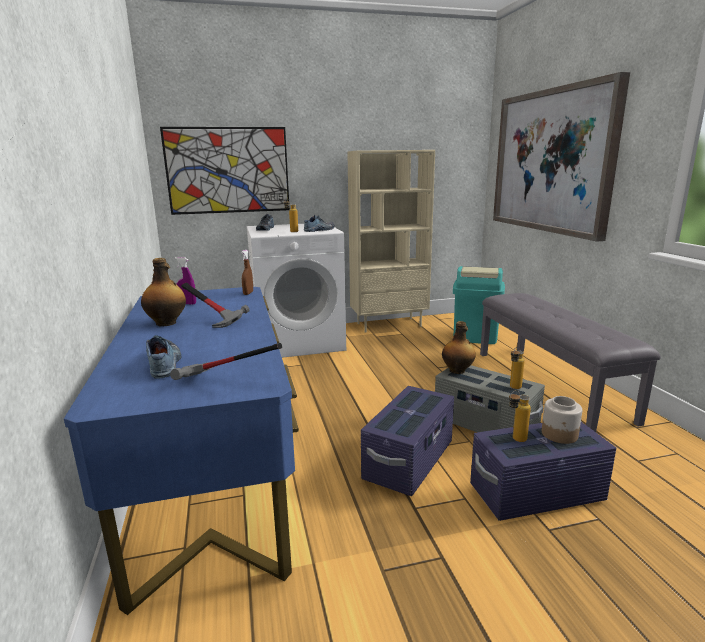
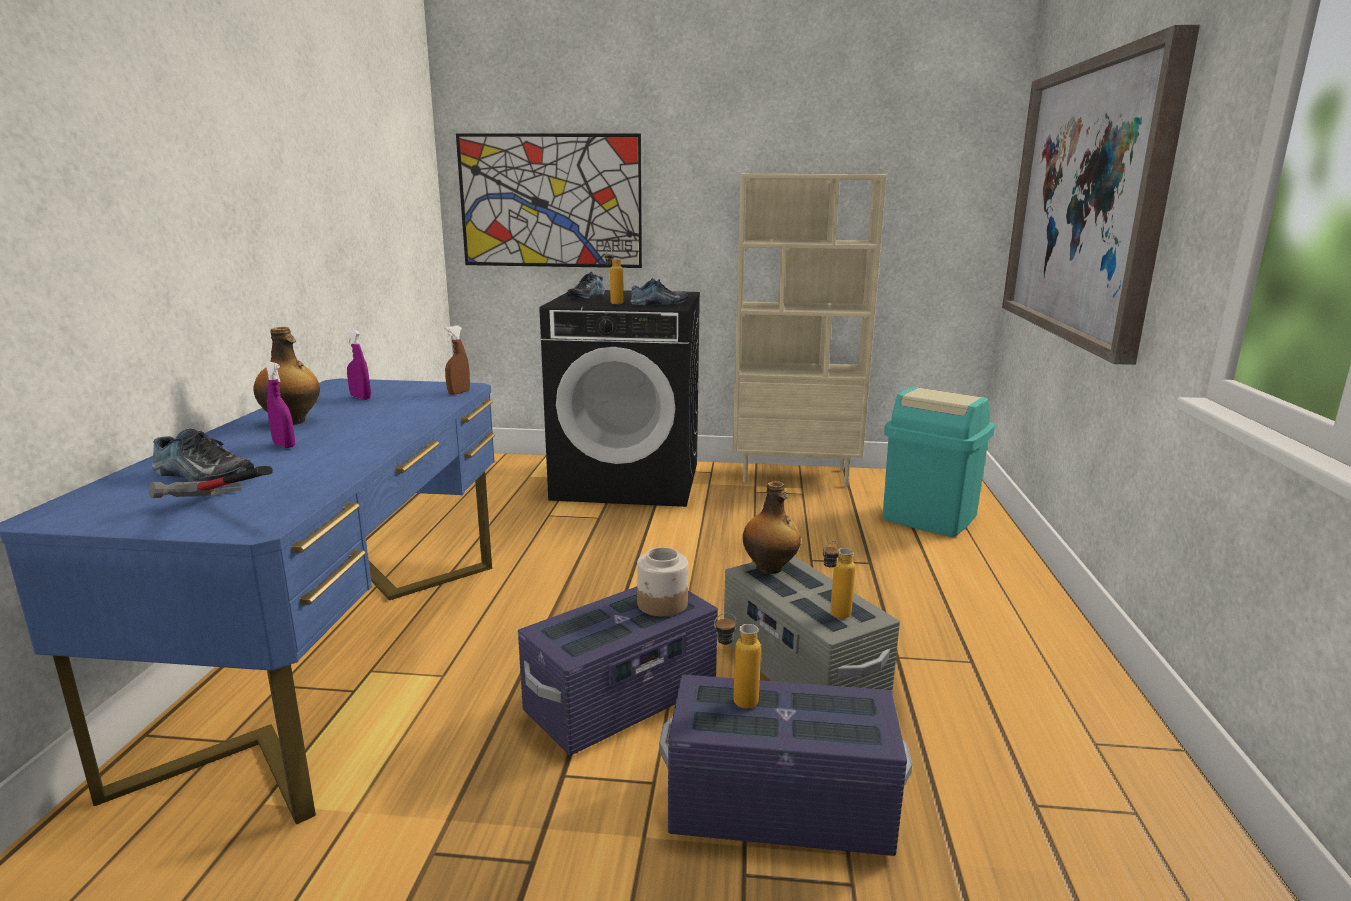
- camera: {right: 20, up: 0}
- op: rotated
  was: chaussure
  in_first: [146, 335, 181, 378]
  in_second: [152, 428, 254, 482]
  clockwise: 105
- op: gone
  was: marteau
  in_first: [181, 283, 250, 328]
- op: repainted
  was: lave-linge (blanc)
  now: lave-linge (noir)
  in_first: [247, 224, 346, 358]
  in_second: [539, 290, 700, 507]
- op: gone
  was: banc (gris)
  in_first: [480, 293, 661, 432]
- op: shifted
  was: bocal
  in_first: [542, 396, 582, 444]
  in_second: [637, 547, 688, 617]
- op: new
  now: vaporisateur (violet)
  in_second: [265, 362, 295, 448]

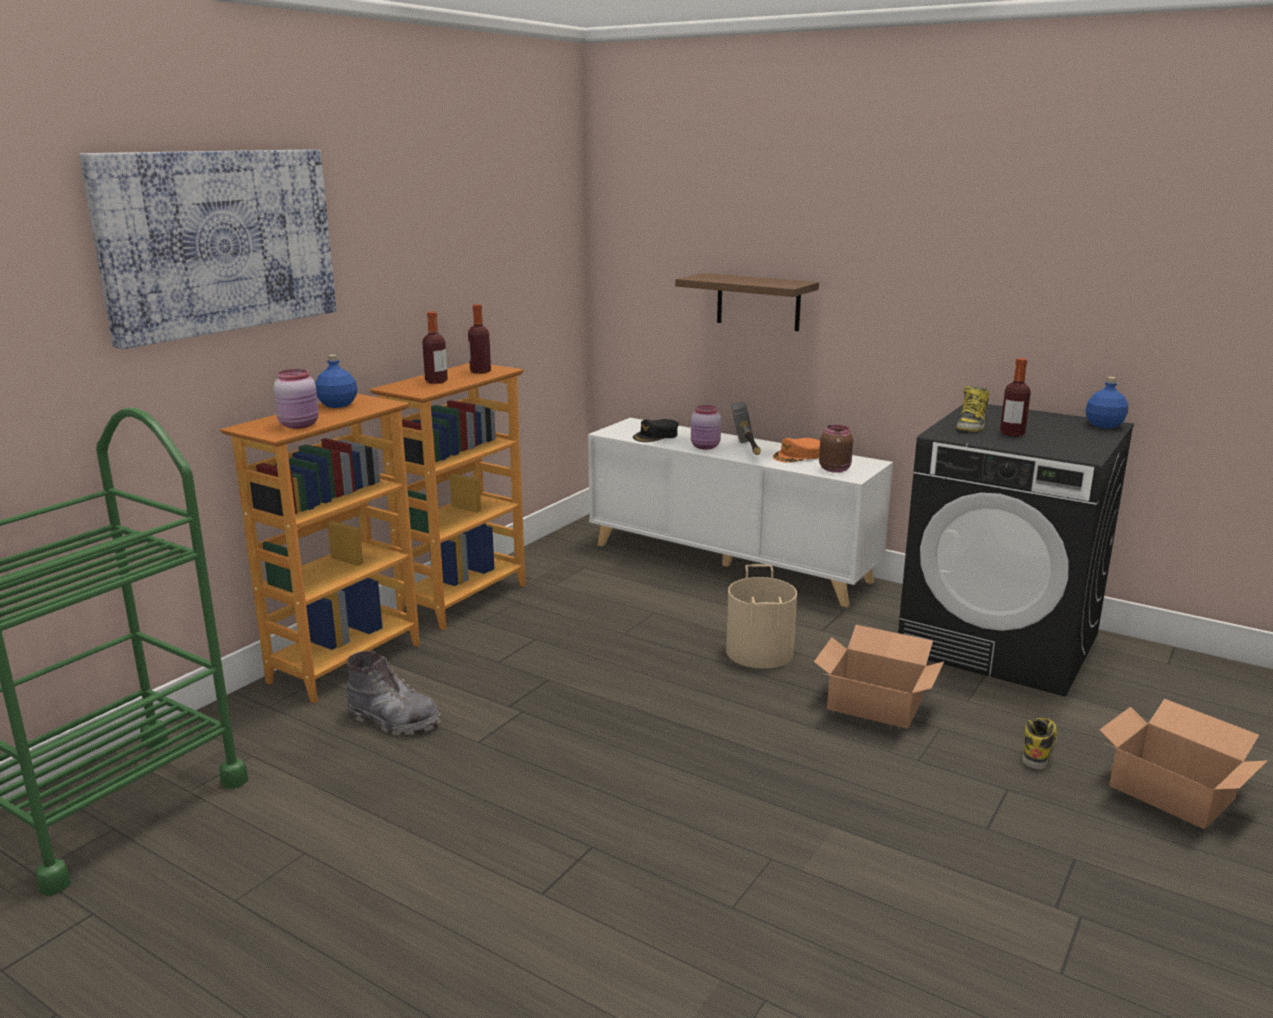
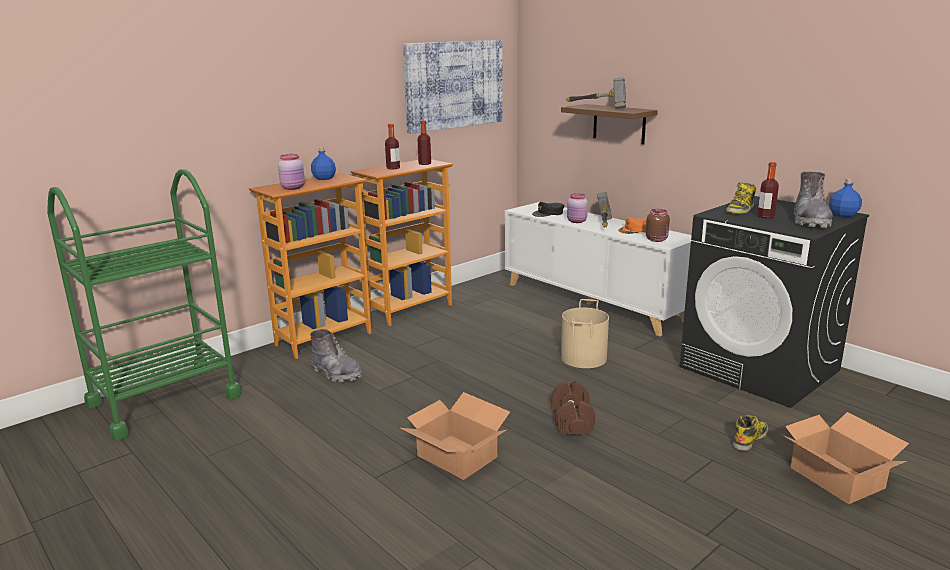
- camera: {right: 15, up: 0}
- op: shifted
  was: tableau
  in_first: [79, 150, 336, 349]
  in_second: [403, 40, 503, 134]
- op: shifted
  was: carton
  in_first: [814, 625, 944, 729]
  in_second: [401, 392, 510, 480]
- op: new
  now: haltère (marron)
  in_second: [551, 381, 595, 435]
- op: new
  now: marteau
  in_second: [566, 77, 626, 108]
- op: new
  now: botte (gris)
  in_second: [794, 172, 833, 228]

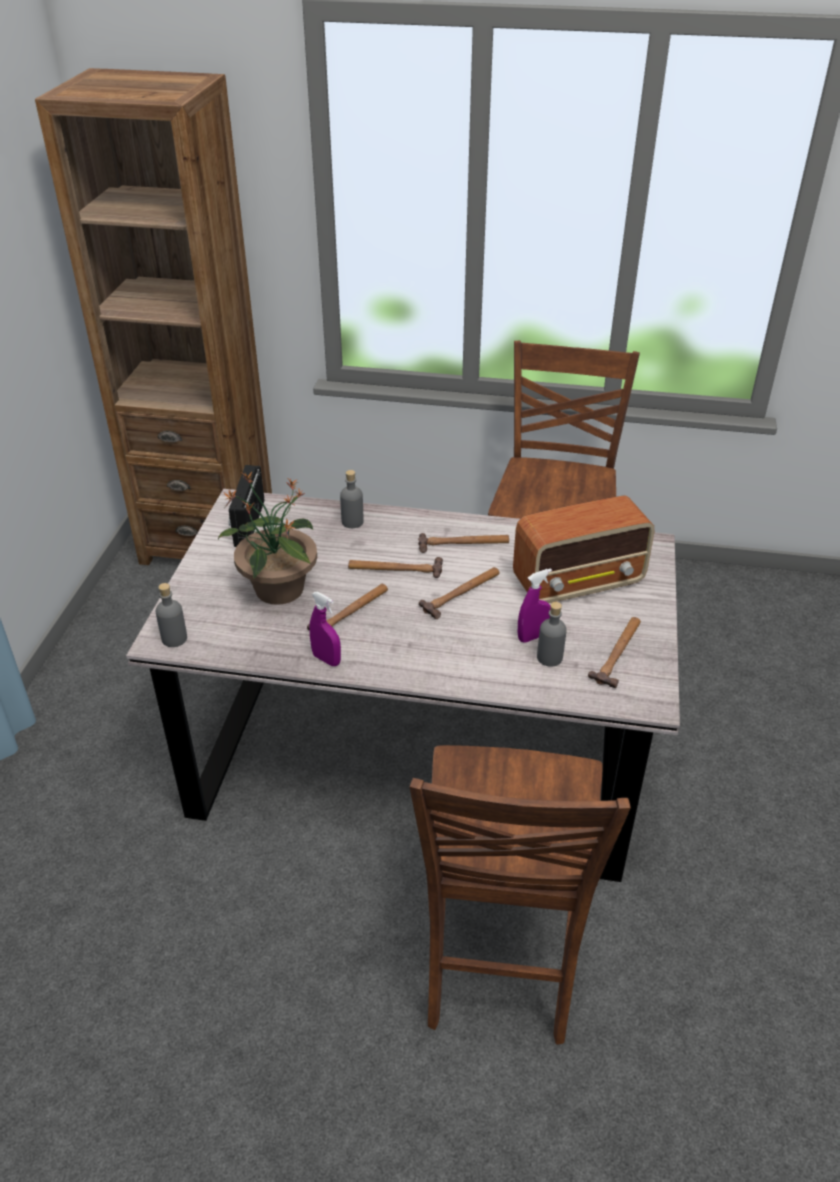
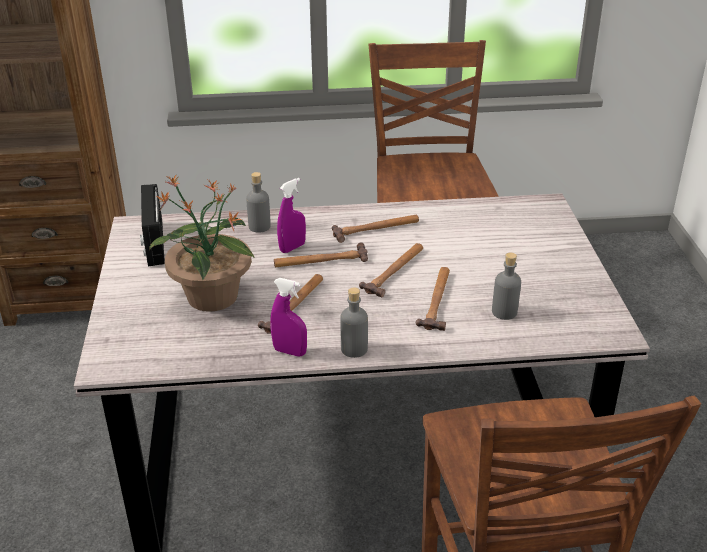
- camera: {right: -15, up: -5}
- op: shifted
  was: bouteille (gris)
  in_first: [156, 583, 187, 647]
  in_second: [340, 287, 368, 358]
- op: gone
  was: radio
  in_first: [513, 495, 654, 603]
- op: shifted
  was: vaporisateur (violet)
  in_first: [518, 568, 552, 643]
  in_second: [277, 178, 306, 253]
- op: shifted
  was: marteau
  in_first: [588, 617, 641, 688]
  in_second: [416, 267, 450, 331]

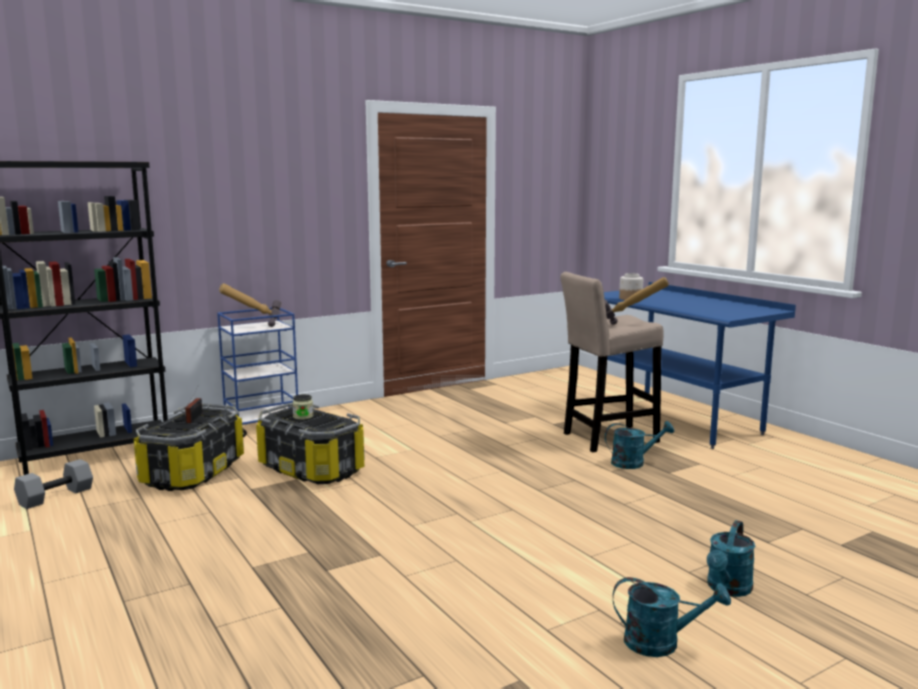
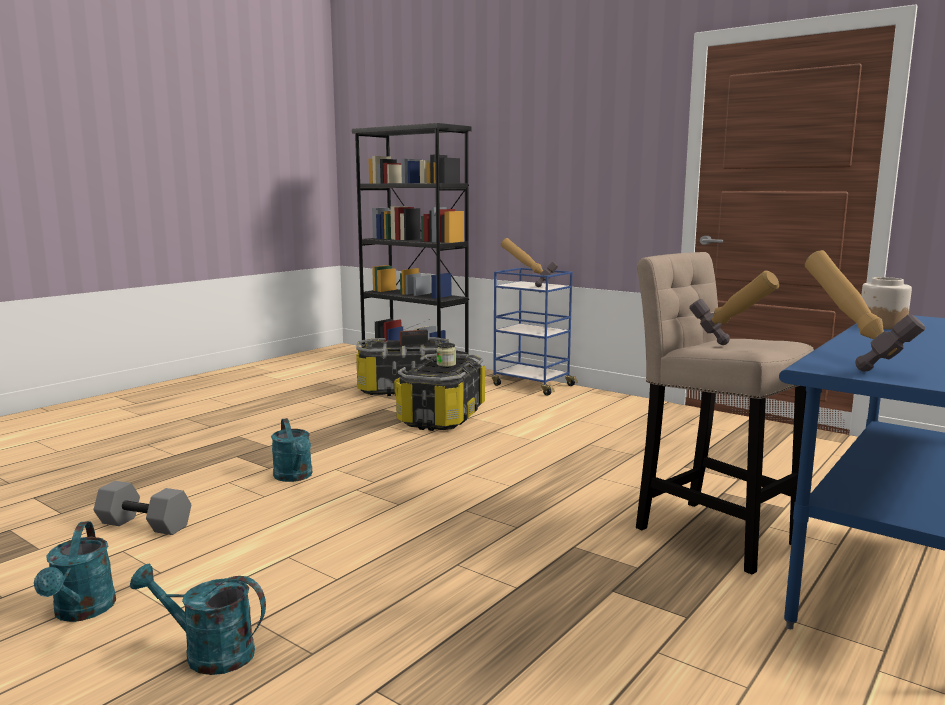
- camera: {right: 70, up: 0}
- op: shifted
  was: haltère (gris)
  in_first: [14, 459, 93, 509]
  in_second: [94, 481, 191, 535]
- op: shifted
  was: arrosoir (turquoise)
  in_first: [605, 421, 674, 469]
  in_second: [271, 418, 313, 482]
- op: new
  now: marteau
  in_second: [805, 250, 925, 372]

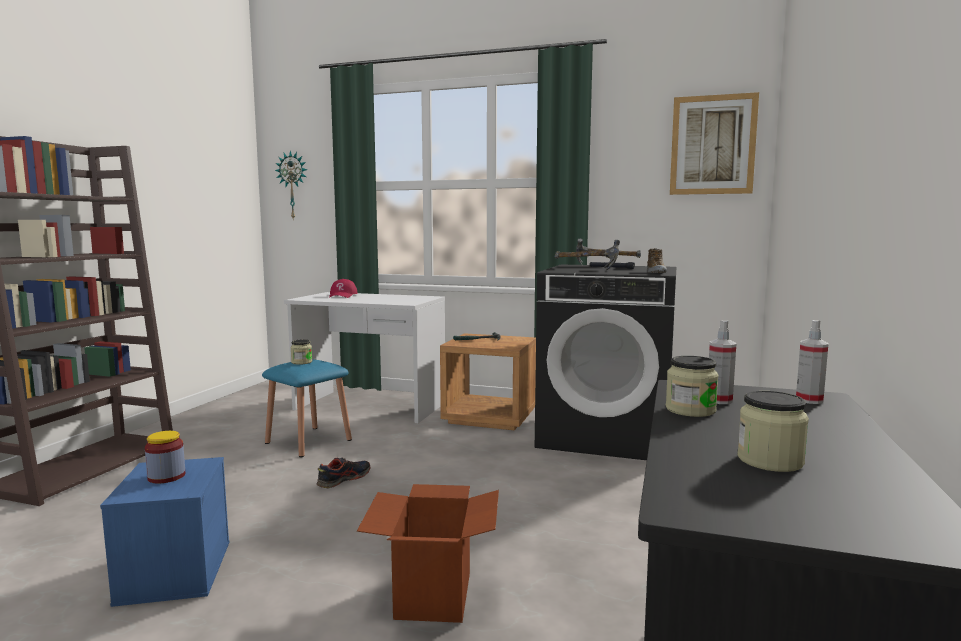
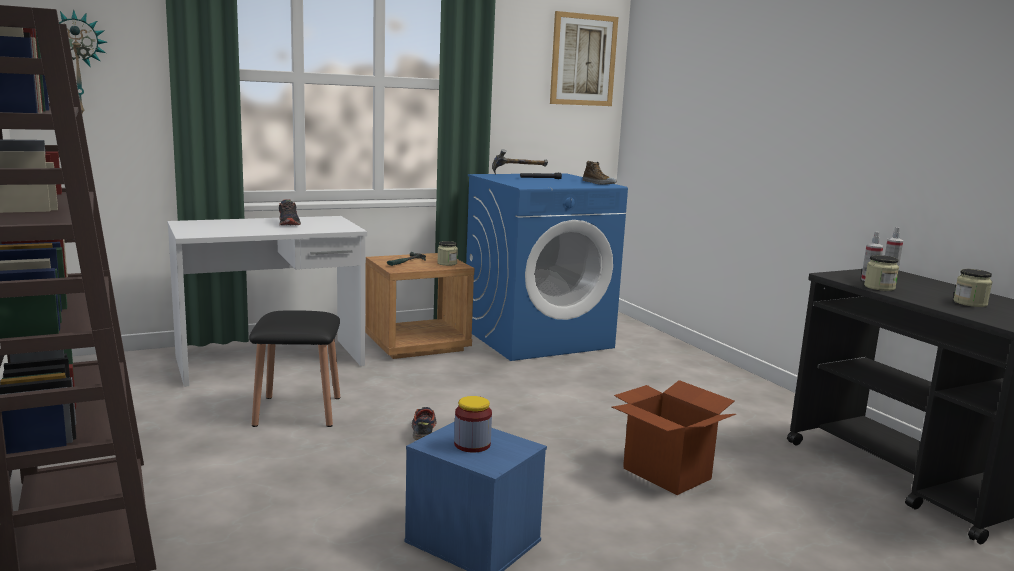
- camera: {right: -45, up: 5}
- op: repainted
  was: tabouret (bleu)
  now: tabouret (noir)
  in_first: [262, 359, 352, 457]
  in_second: [249, 310, 340, 427]
- op: shifted
  was: bocal
  in_first: [291, 339, 312, 365]
  in_second: [437, 241, 458, 266]
- op: gone
  was: casquette (rouge)
  in_first: [329, 279, 358, 298]
- op: repainted
  was: lave-linge (noir)
  now: lave-linge (bleu)
  in_first: [535, 264, 676, 460]
  in_second: [466, 174, 628, 361]
- op: gone
  was: marteau
  in_first: [555, 240, 620, 271]
- op: new
  now: chaussure
  in_second: [279, 199, 301, 226]

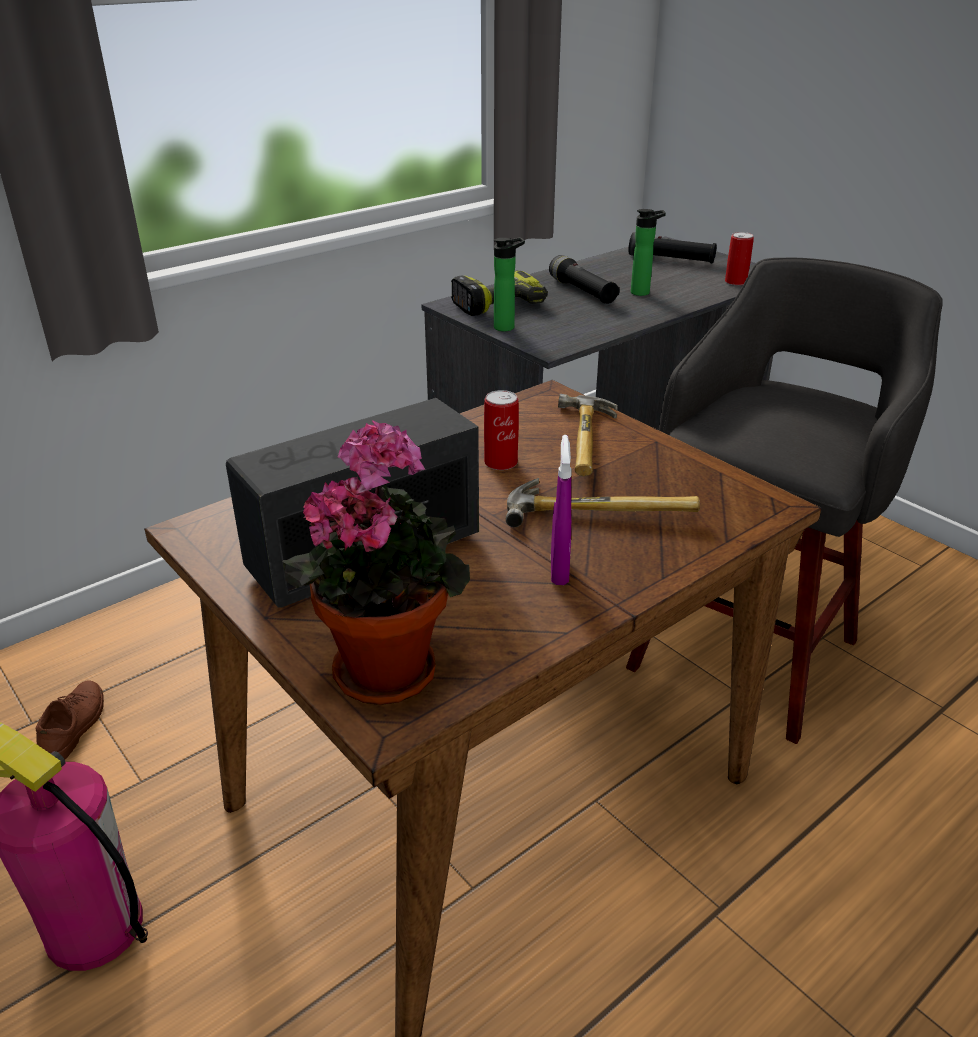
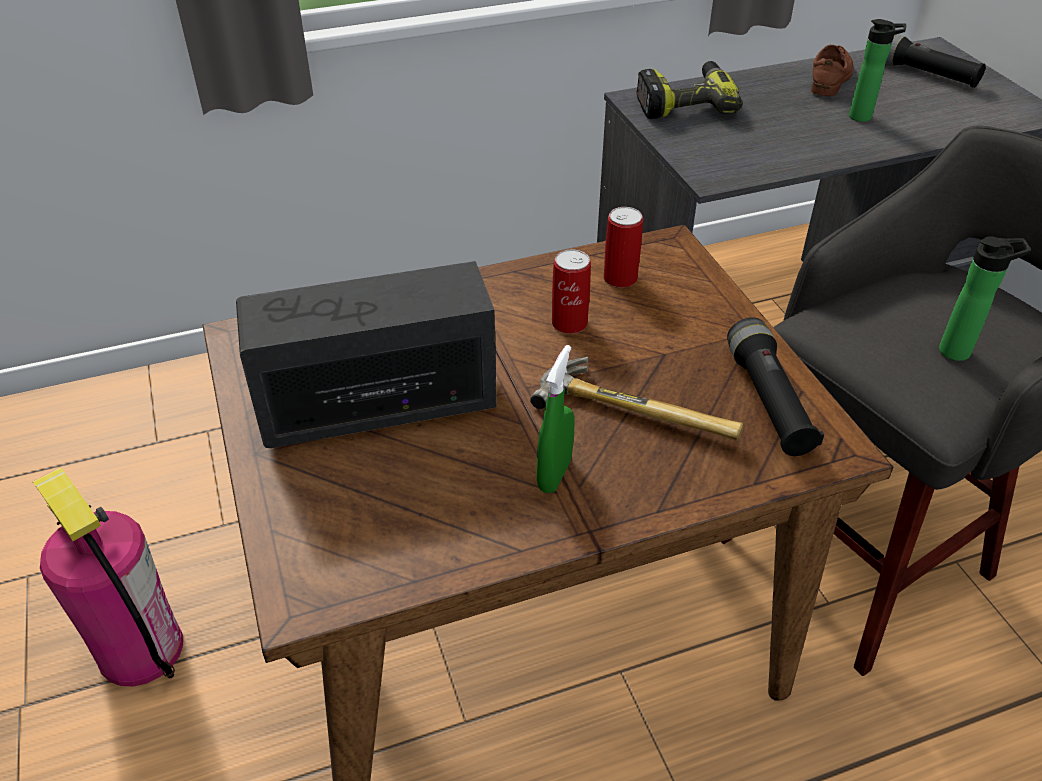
- camera: {right: 20, up: 10}
- op: shifted
  was: chaussure (marron)
  in_first: [35, 680, 104, 759]
  in_second: [811, 45, 853, 96]
- op: gone
  was: plante en pot
  in_first: [283, 420, 470, 705]
- op: shifted
  was: bouteille
  in_first: [494, 237, 525, 331]
  in_second: [939, 236, 1031, 361]
- op: shifted
  was: lampe de poche (noir)
  in_first: [549, 255, 620, 304]
  in_second: [727, 317, 824, 456]
- op: repainted
  was: vaporisateur (violet)
  now: vaporisateur (vert)
  in_first: [551, 435, 572, 585]
  in_second: [537, 345, 575, 493]
- op: gone
  was: marteau
  in_first: [558, 394, 618, 476]
- op: shifted
  was: boîte métallique
  in_first: [725, 232, 754, 286]
  in_second: [604, 207, 643, 288]

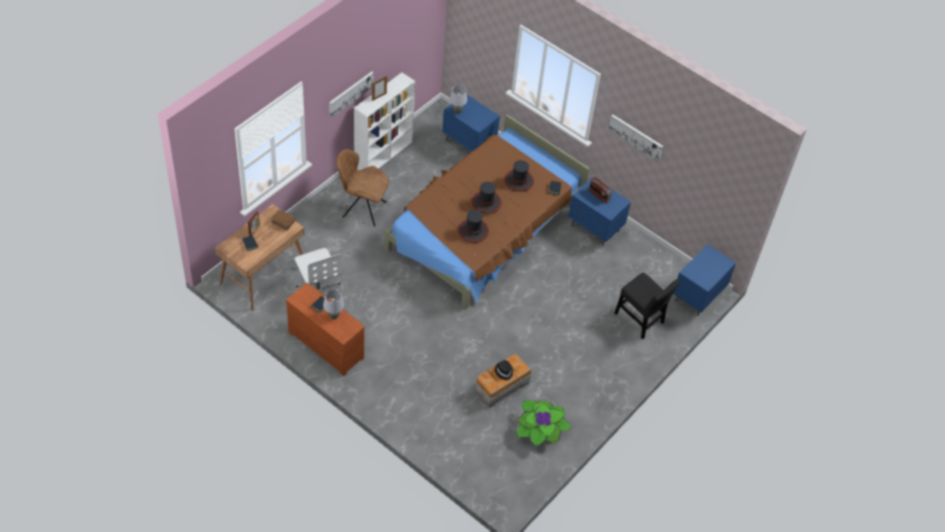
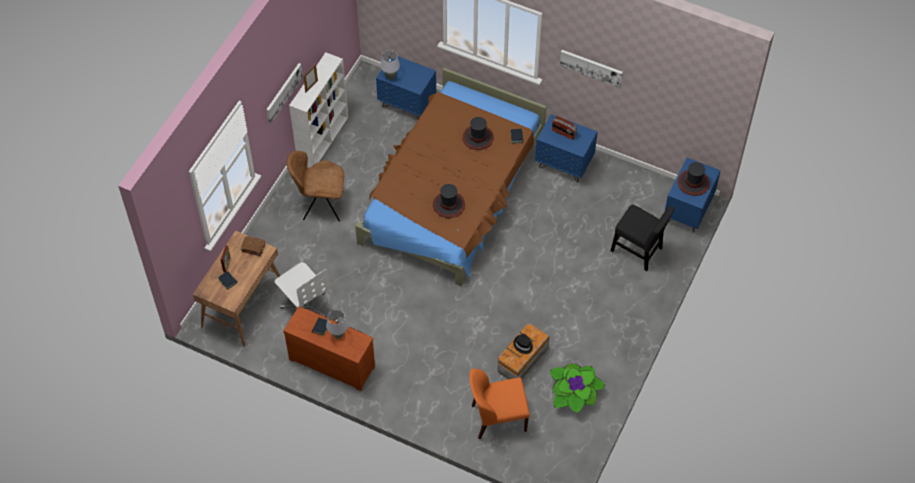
- camera: {right: -10, up: 5}
- op: shifted
  was: chapeau
  in_first: [471, 182, 501, 214]
  in_second: [678, 162, 710, 196]
- op: new
  now: chaise (orange)
  in_second: [469, 369, 530, 439]

